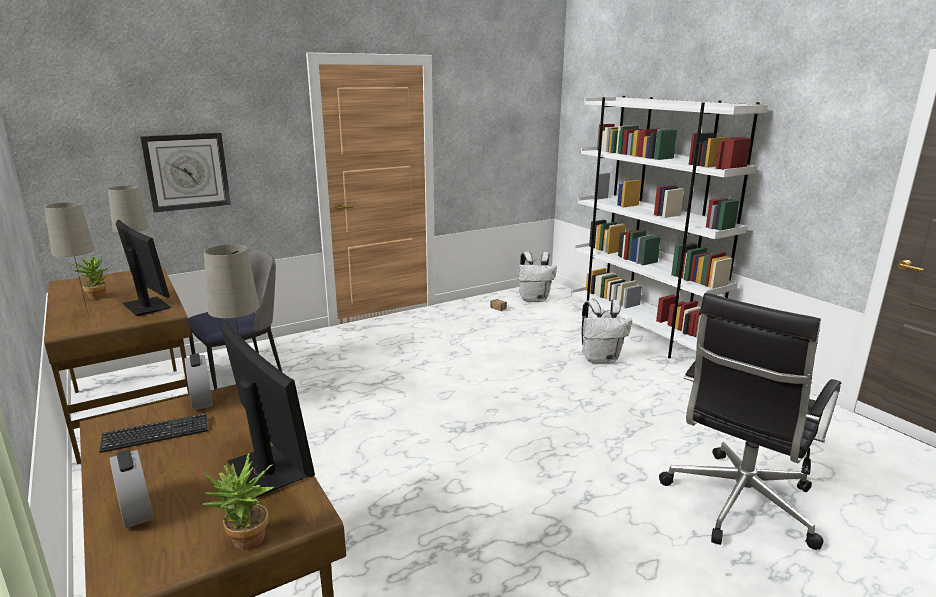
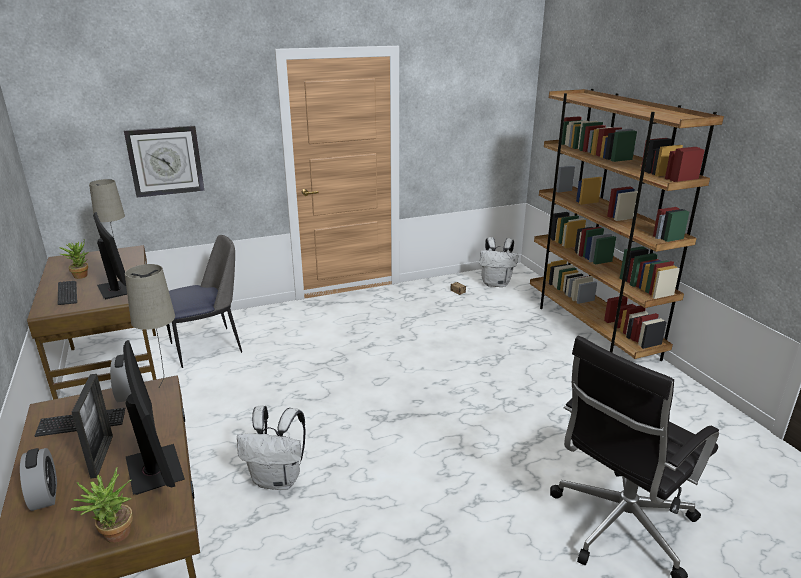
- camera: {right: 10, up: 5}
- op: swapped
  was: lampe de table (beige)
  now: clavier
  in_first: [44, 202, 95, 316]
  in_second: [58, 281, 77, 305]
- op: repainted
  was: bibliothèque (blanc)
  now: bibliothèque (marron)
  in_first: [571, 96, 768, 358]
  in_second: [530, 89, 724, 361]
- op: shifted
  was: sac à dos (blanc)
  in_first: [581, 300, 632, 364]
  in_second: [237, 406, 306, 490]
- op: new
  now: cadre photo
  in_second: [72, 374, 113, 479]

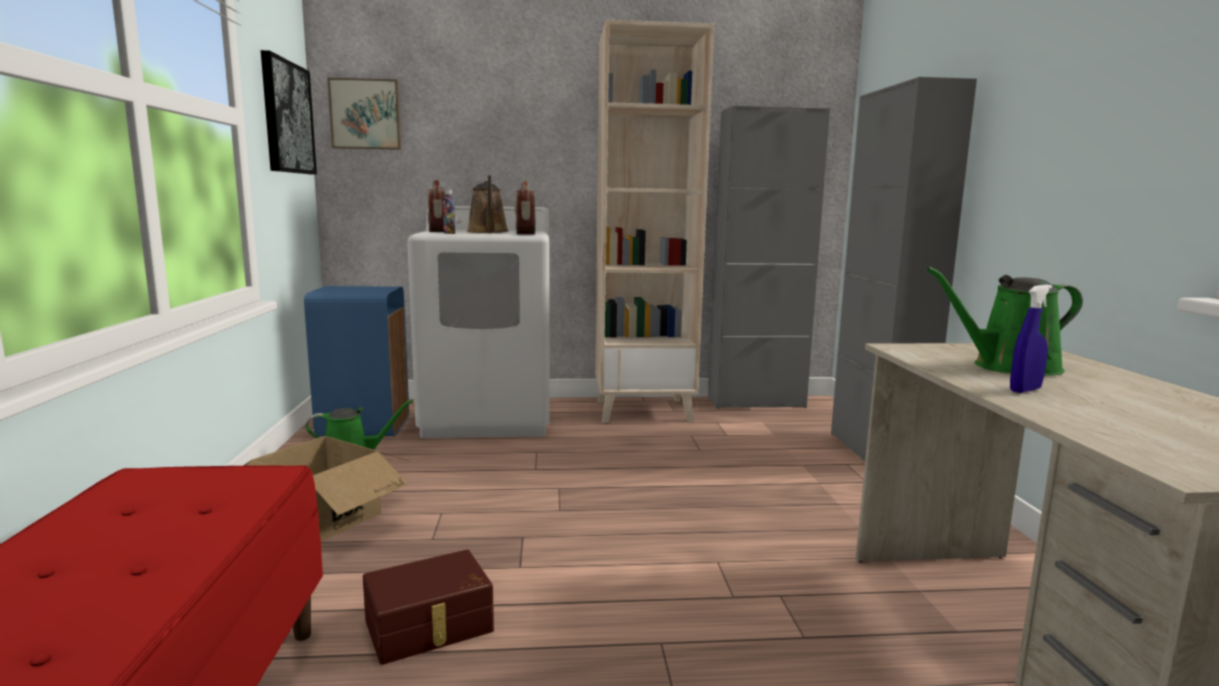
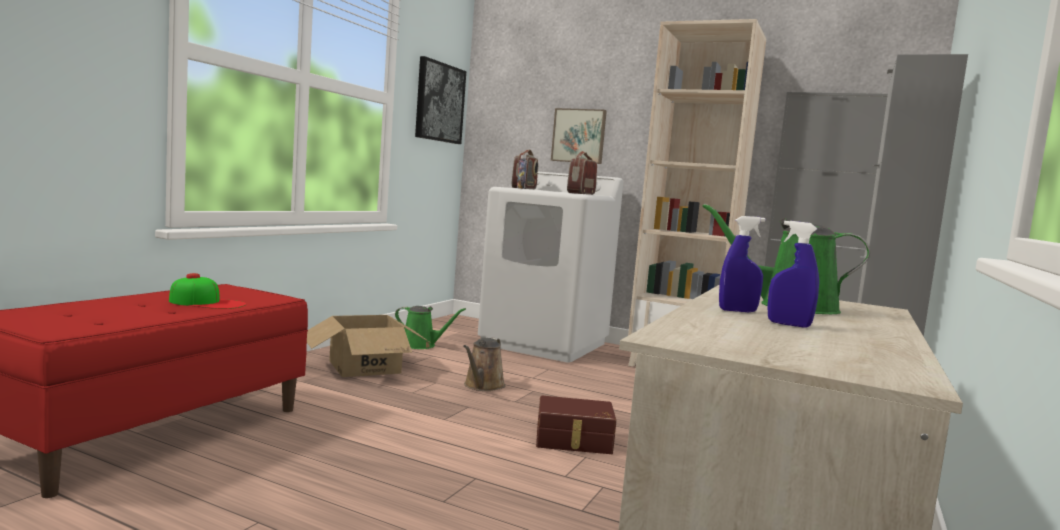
- camera: {right: 30, up: -5}
- op: gone
  was: poubelle (bleu)
  in_first: [304, 286, 409, 436]
- op: shifted
  was: tableau
  in_first: [327, 78, 402, 150]
  in_second: [551, 108, 607, 164]
- op: shifted
  was: boîte de rangement (marron)
  in_first: [363, 549, 494, 665]
  in_second: [536, 396, 617, 454]
- op: shifted
  was: arrosoir (marron)
  in_first: [467, 175, 509, 233]
  in_second: [463, 338, 505, 391]
- op: new
  now: casquette
  in_second: [169, 273, 246, 309]
- op: new
  now: vaporisateur (bleu)
  in_second: [768, 221, 819, 328]

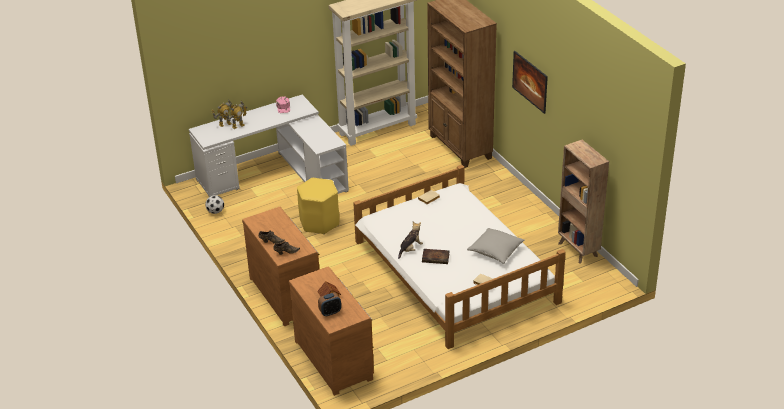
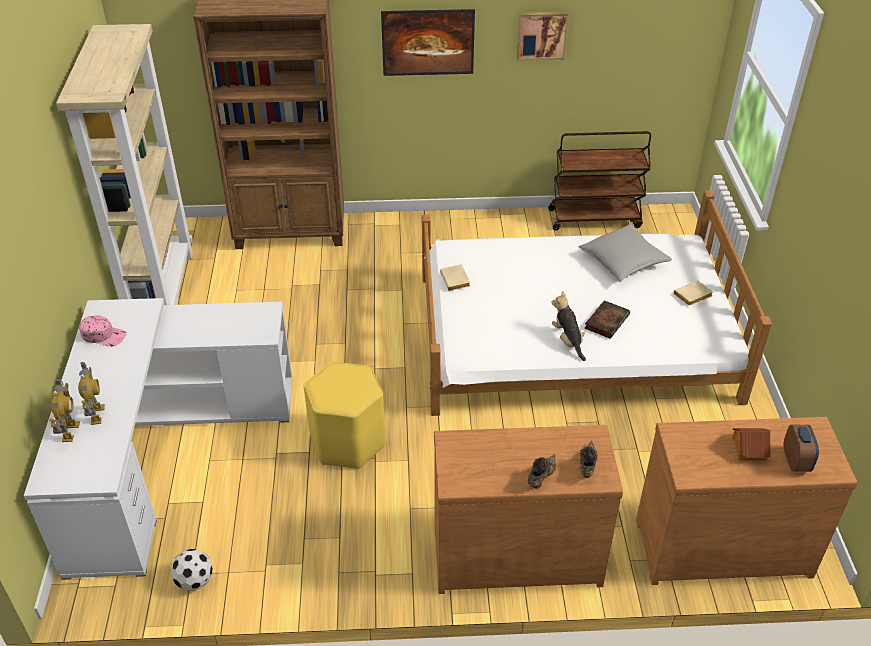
- camera: {right: -65, up: 5}
- op: swapped
  was: bibliothèque (marron)
  now: chariot (marron)
  in_first: [558, 140, 609, 264]
  in_second: [548, 131, 651, 231]
- op: new
  now: tableau
  in_second: [516, 12, 569, 61]

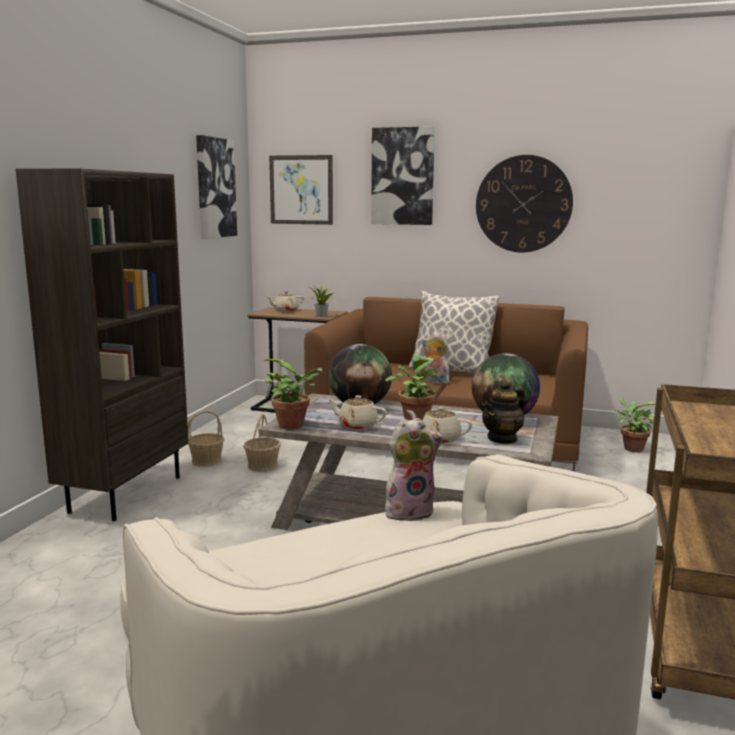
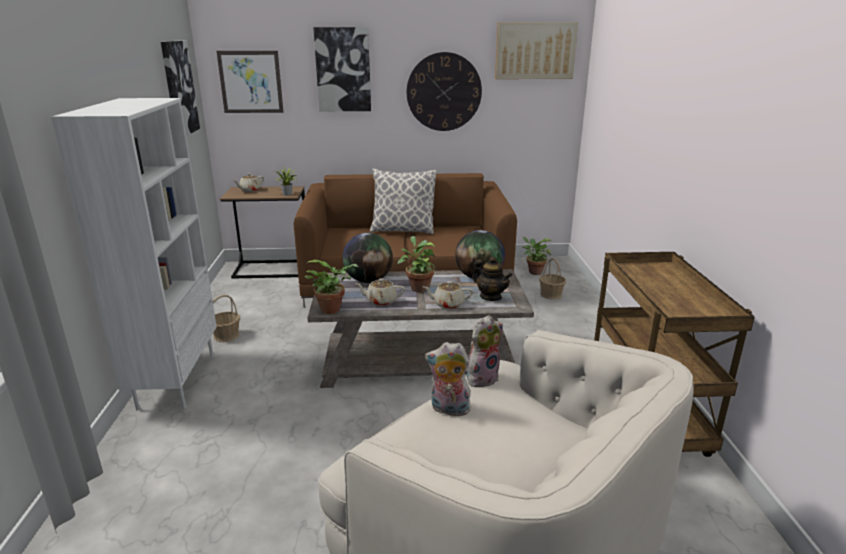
- camera: {right: -20, up: 10}
- op: repainted
  was: bibliothèque (marron)
  now: bibliothèque (blanc)
  in_first: [16, 168, 189, 521]
  in_second: [51, 98, 217, 410]
- op: shifted
  was: panier
  in_first: [243, 414, 281, 472]
  in_second: [539, 258, 566, 300]
- op: shifted
  was: peluche
  in_first: [422, 332, 453, 384]
  in_second: [425, 342, 471, 416]
- op: rotated
  was: théière
  in_first: [482, 381, 525, 444]
  in_second: [472, 257, 512, 301]
  clockwise: -75
- op: new
  now: tableau
  in_second: [495, 22, 578, 79]

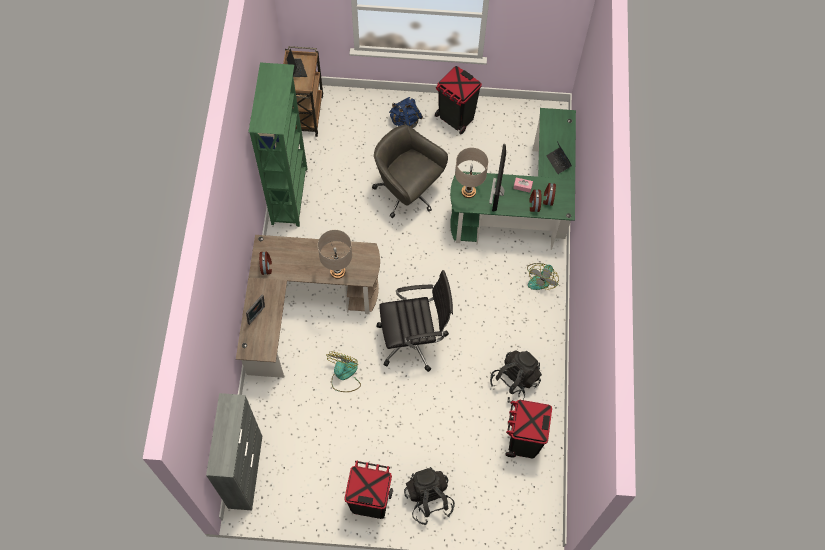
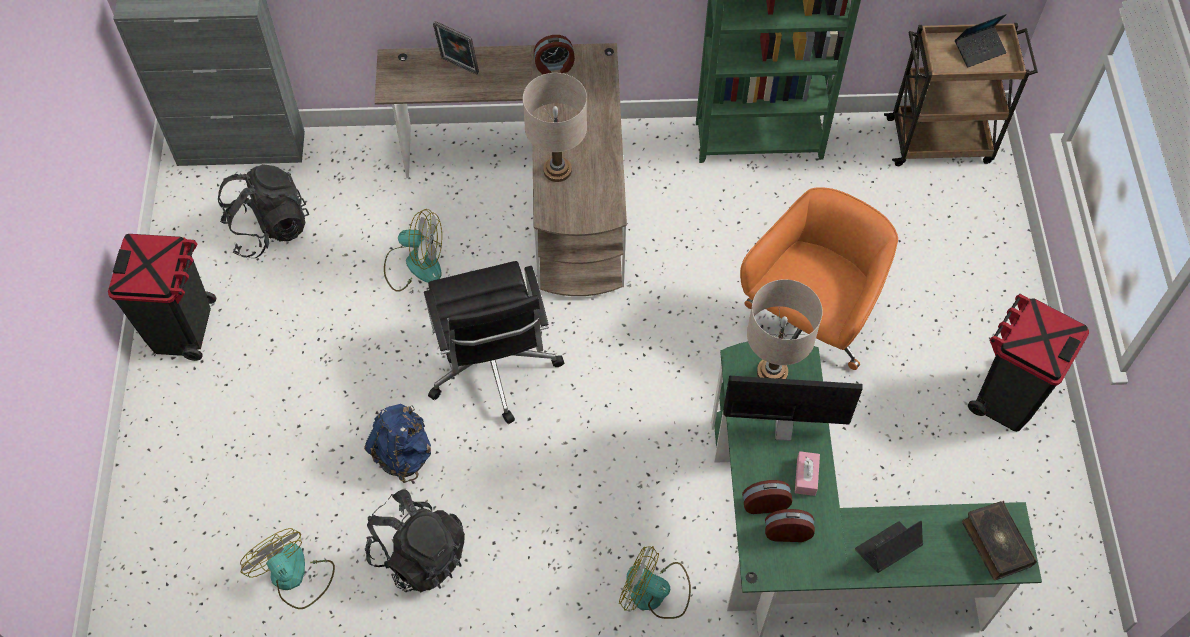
- camera: {right: 85, up: -5}
- op: repainted
  was: chaise de bureau (gris)
  now: chaise de bureau (orange)
  in_first: [372, 125, 448, 218]
  in_second: [740, 187, 898, 370]
- op: shifted
  was: sac à dos (bleu)
  in_first: [389, 97, 423, 128]
  in_second: [364, 404, 431, 483]
- op: shifted
  was: sac à dos (noir)
  in_first: [404, 467, 455, 525]
  in_second: [218, 164, 309, 258]
- op: swapped
  was: poubelle (noir)
  now: ventilateur
  in_first: [505, 400, 552, 458]
  in_second: [240, 528, 335, 609]
- op: new
  now: livre
  in_second: [962, 501, 1037, 580]

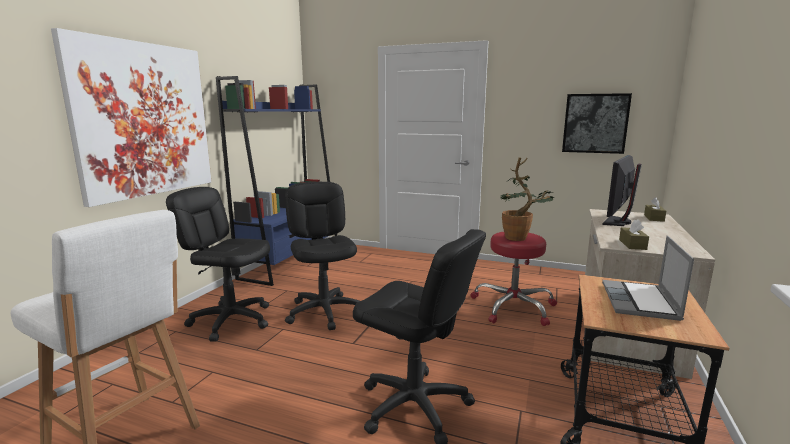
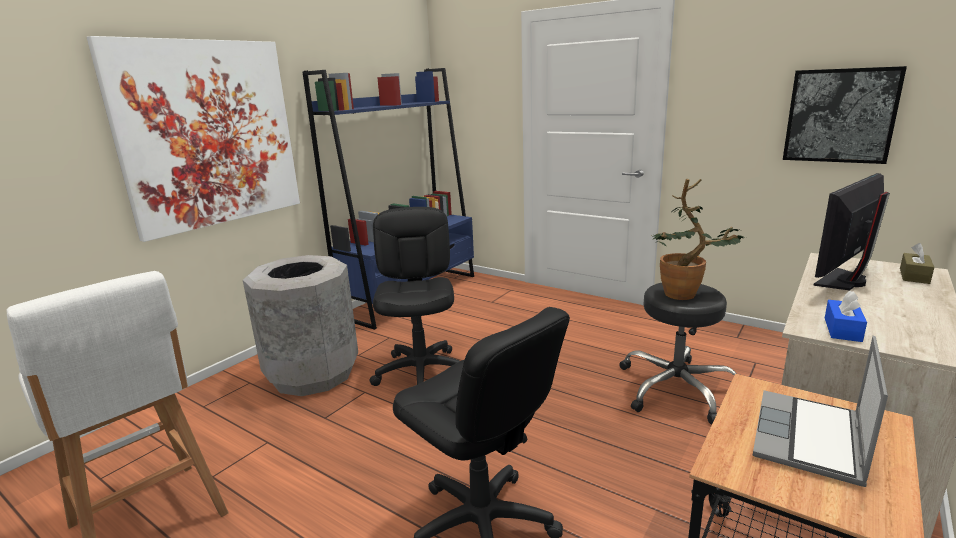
- camera: {right: 15, up: 5}
- op: swapped
  was: chaise de bureau (noir)
  now: poubelle (gris)
  in_first: [166, 187, 270, 342]
  in_second: [243, 255, 358, 396]
- op: repainted
  was: tabouret (rouge)
  now: tabouret (noir)
  in_first: [470, 232, 557, 326]
  in_second: [619, 283, 737, 424]
- op: repainted
  was: boîte à mouchoirs (marron)
  now: boîte à mouchoirs (bleu)
  in_first: [619, 219, 649, 250]
  in_second: [825, 291, 867, 342]

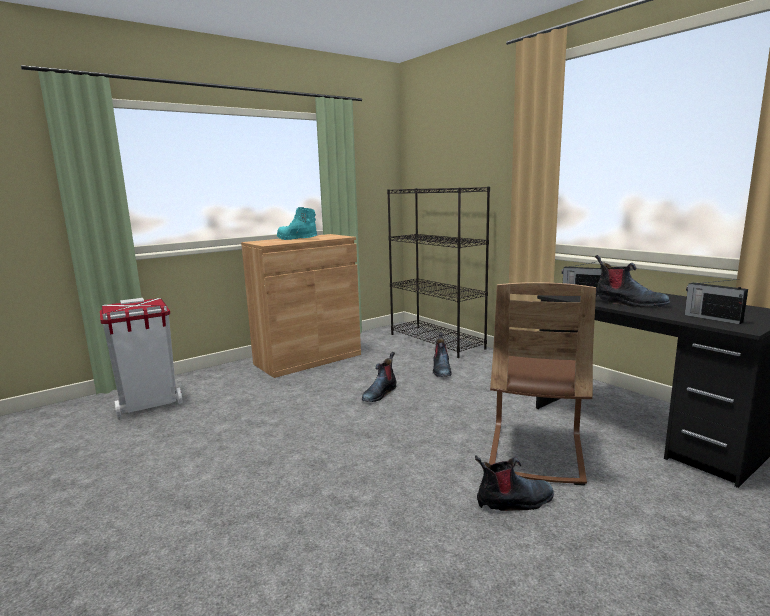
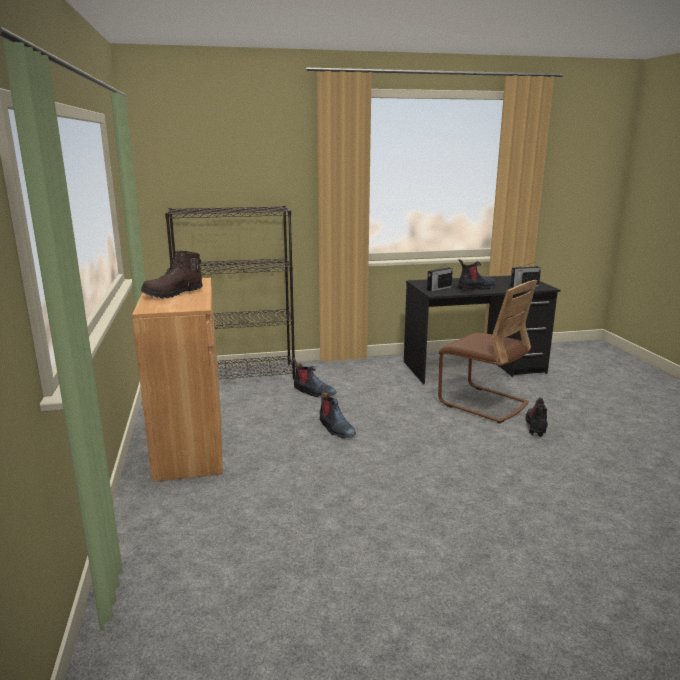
- camera: {right: -65, up: 5}
- op: gone
  was: poubelle (blanc)
  in_first: [100, 298, 183, 417]
- op: repainted
  was: botte (turquoise)
  now: botte (marron)
  in_first: [277, 207, 317, 240]
  in_second: [141, 251, 203, 298]

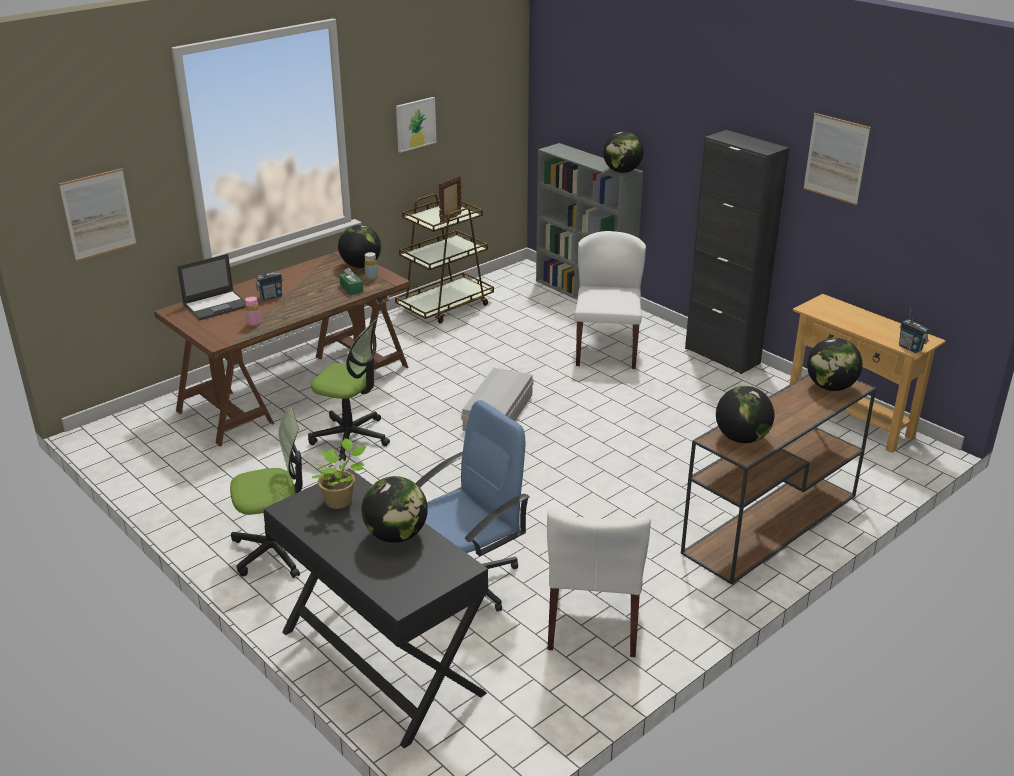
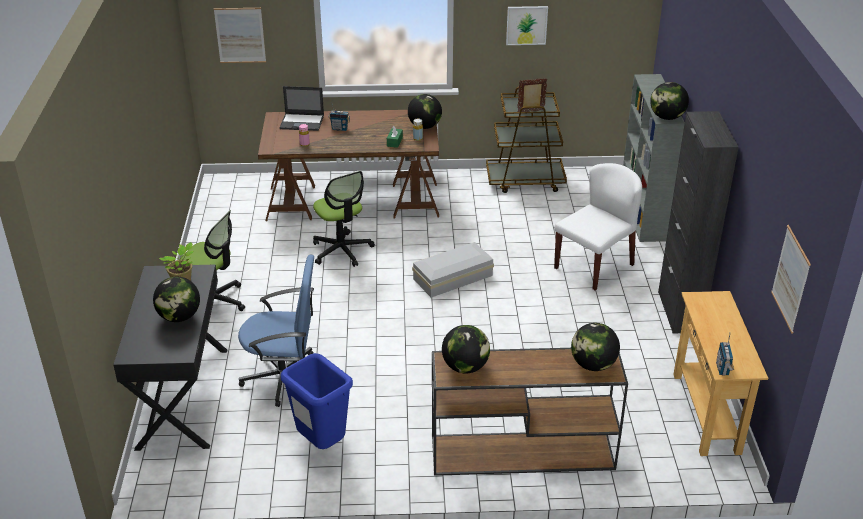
- camera: {right: 40, up: 5}
- op: swapped
  was: chaise (blanc)
  now: poubelle (bleu)
  in_first: [547, 510, 651, 657]
  in_second: [281, 353, 353, 449]
- op: shifted
  was: tableau
  in_first: [803, 113, 871, 205]
  in_second: [771, 225, 811, 334]

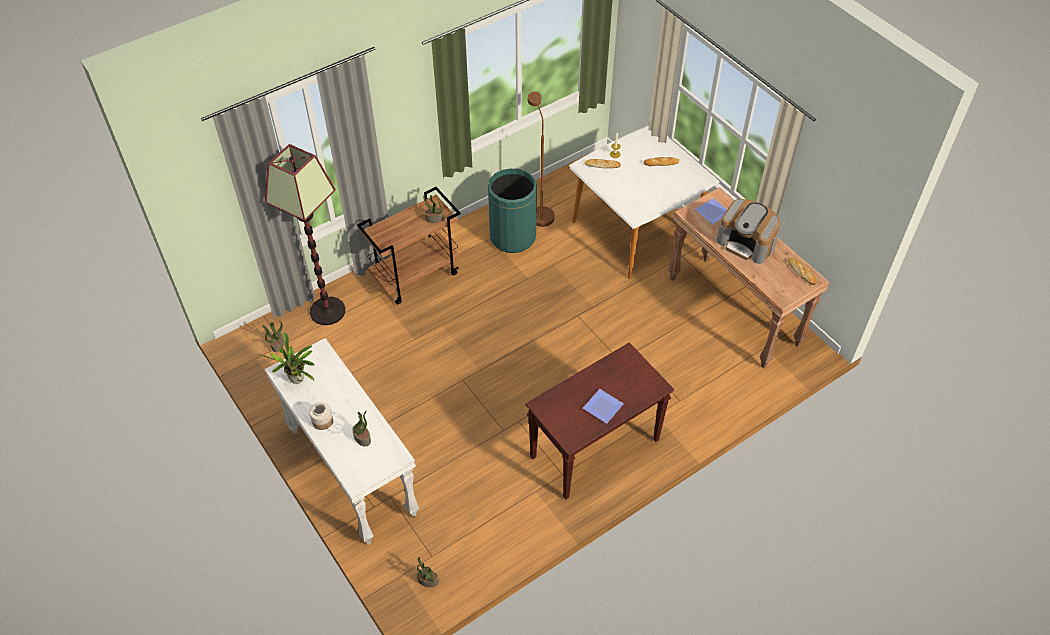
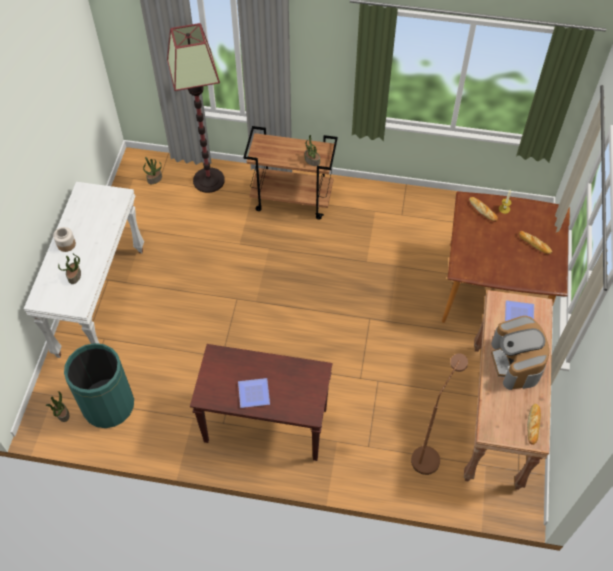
- camera: {right: 45, up: 5}
- op: gone
  was: plante en pot
  in_first: [258, 332, 315, 384]
- op: shifted
  was: poubelle (vert)
  in_first: [488, 169, 537, 253]
  in_second: [64, 343, 134, 428]
- op: shifted
  was: lampadaire (marron)
  in_first: [527, 92, 555, 226]
  in_second: [411, 353, 468, 475]
- op: repainted
  was: table à manger (blanc)
  now: table à manger (marron)
  in_first: [569, 125, 720, 279]
  in_second: [442, 191, 570, 323]

